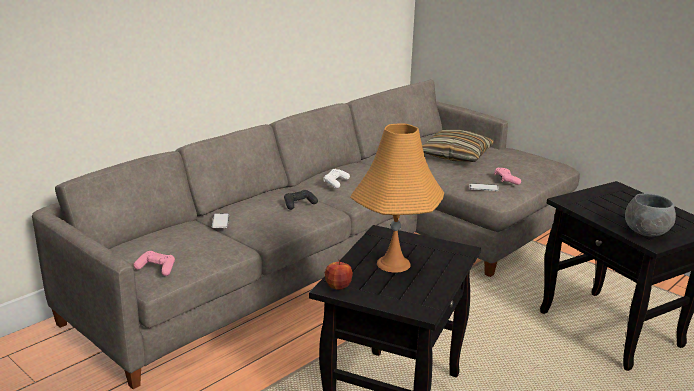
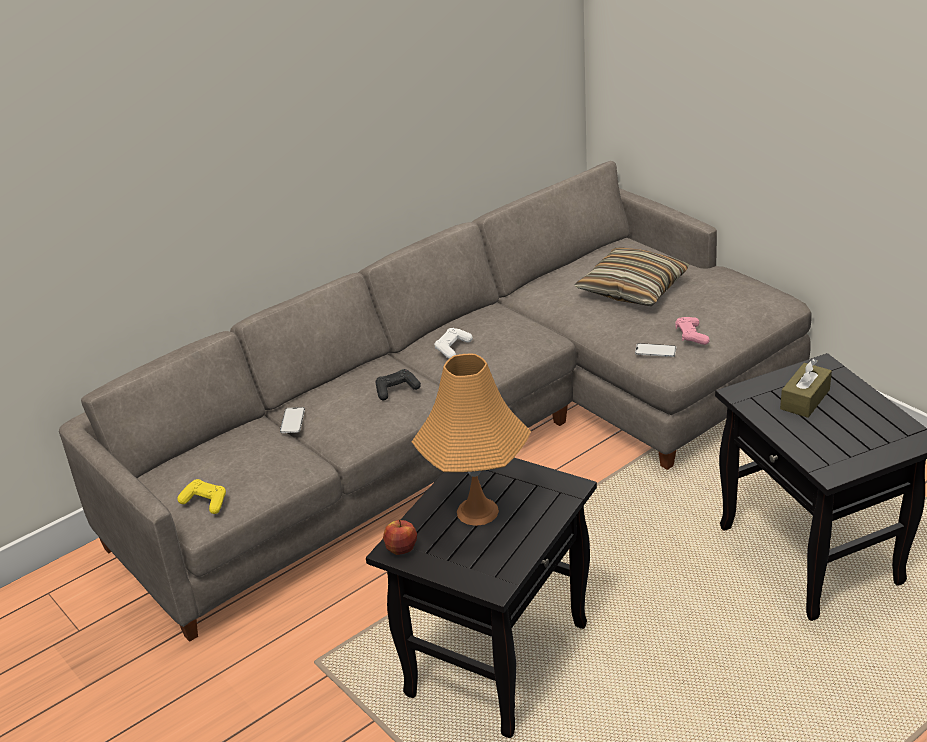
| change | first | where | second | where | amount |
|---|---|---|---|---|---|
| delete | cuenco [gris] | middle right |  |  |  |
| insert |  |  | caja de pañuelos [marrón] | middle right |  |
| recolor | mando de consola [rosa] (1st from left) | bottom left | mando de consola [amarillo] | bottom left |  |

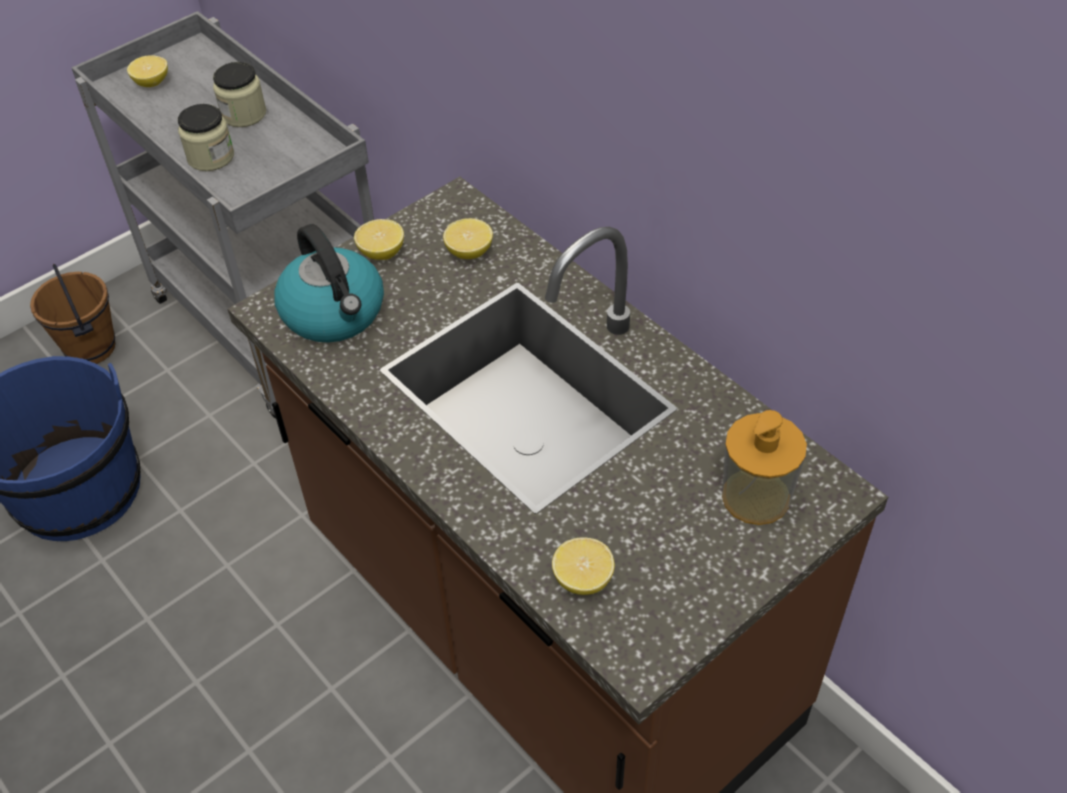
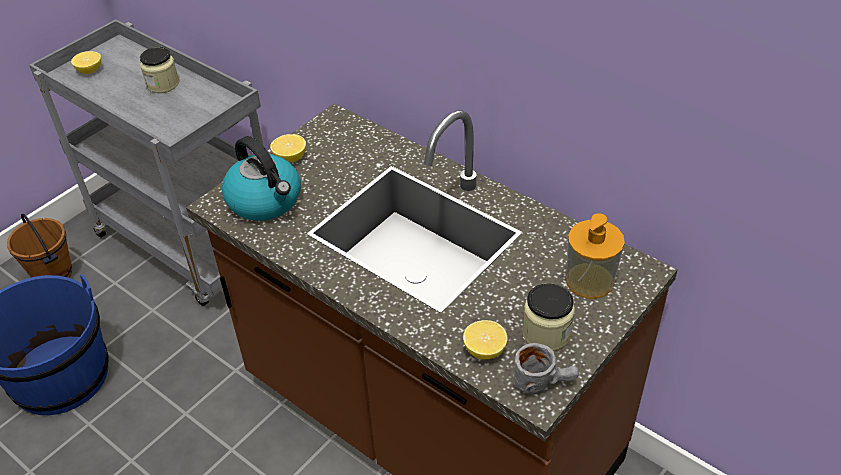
| change | first | where | second | where | amount |
|---|---|---|---|---|---|
| delete | limón (3rd from left) | top centre |  |  |  |
| insert |  |  | taza grande [gris] | bottom centre |  |
| move | tarro (1st from left in the first image) | top left | tarro (2nd from left) | bottom centre |  |

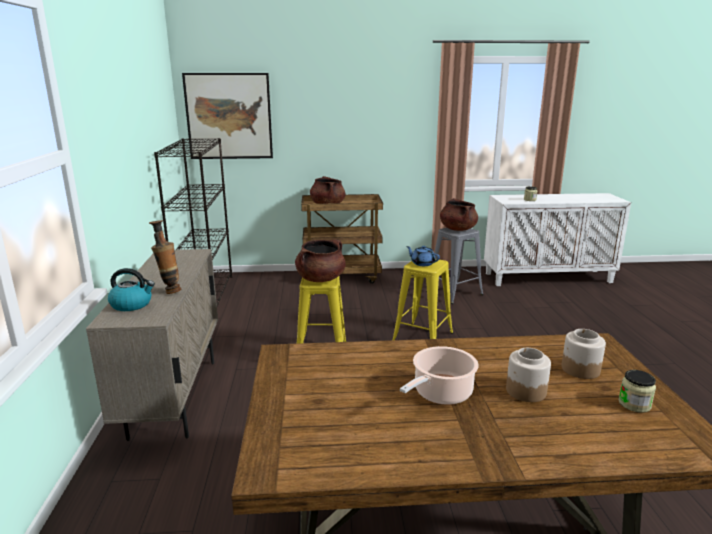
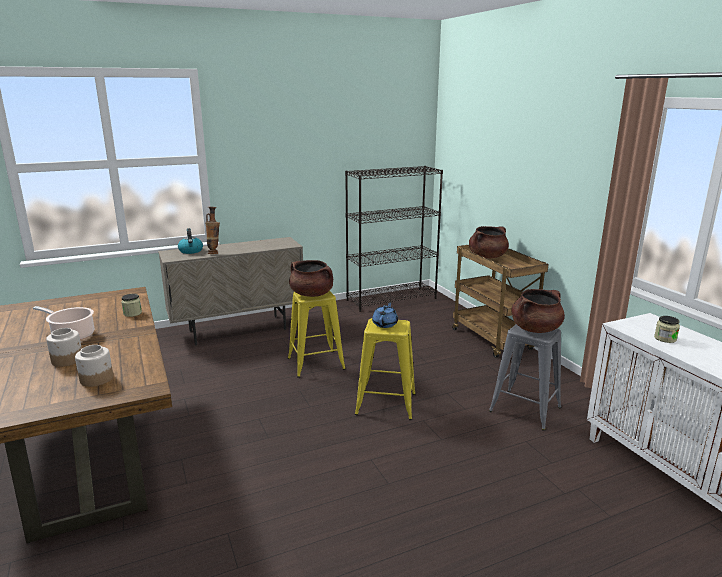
| change | first | where | second | where | amount |
|---|---|---|---|---|---|
| delete | cuadro | top left |  |  |  |
| move | tarro (4th from left in the first image) | bottom right | tarro (3rd from left) | middle left |  |

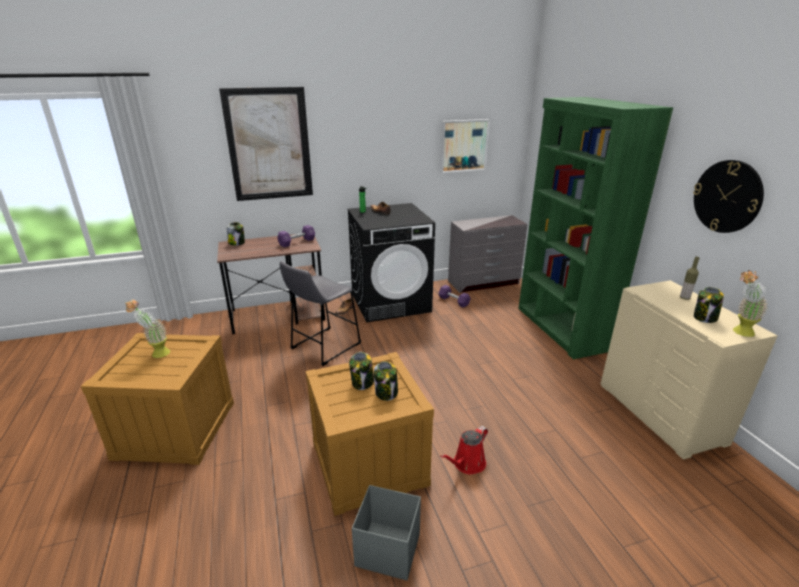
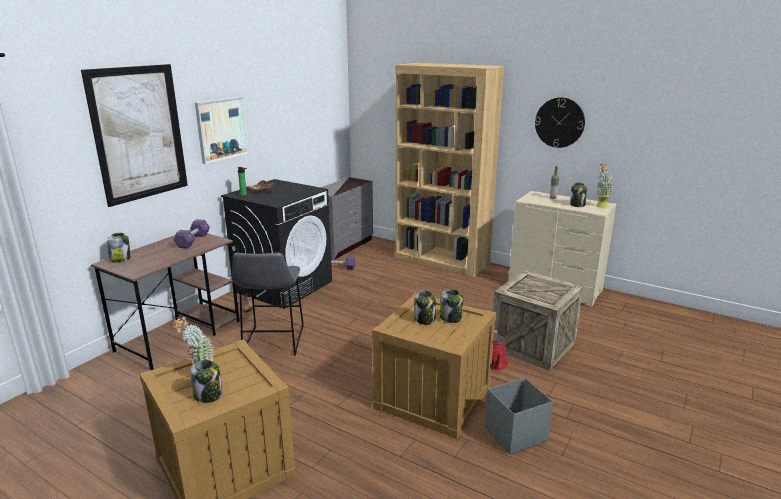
| change | first | where | second | where | amount |
|---|---|---|---|---|---|
| insert |  |  | tarro (2nd from left) | bottom left |  |
| insert |  |  | caja de embalaje (3rd from left) | middle right |  |
| move | cuadro (2nd from left) | top centre |  | top left |  |
| recolor | estantería [verde] | middle right | estantería [marrón] | centre |  |

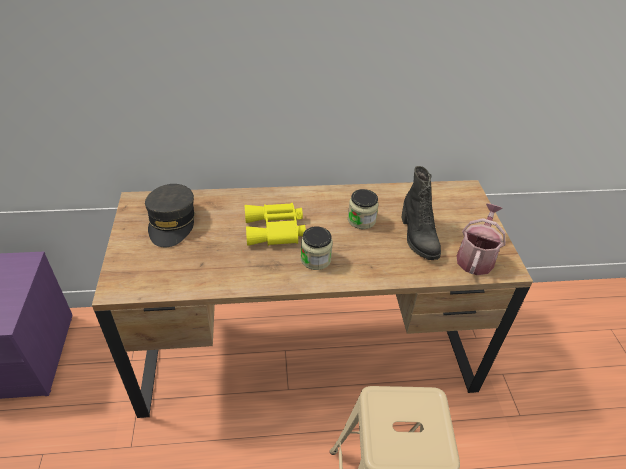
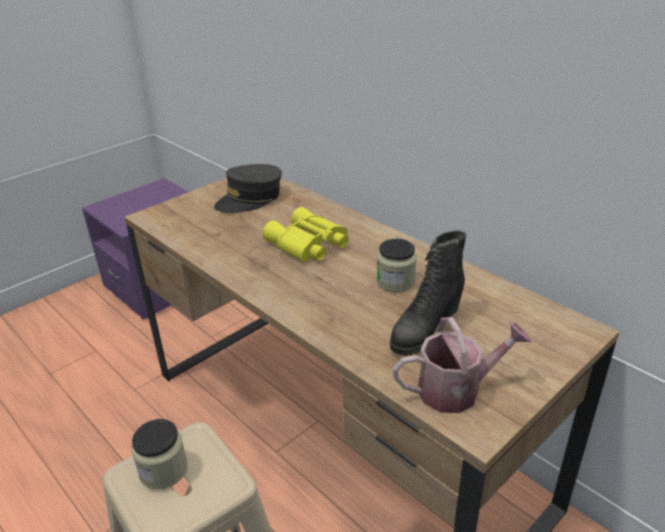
| change | first | where | second | where | amount |
|---|---|---|---|---|---|
| move | tarro (1st from left) | centre |  | bottom left |  |

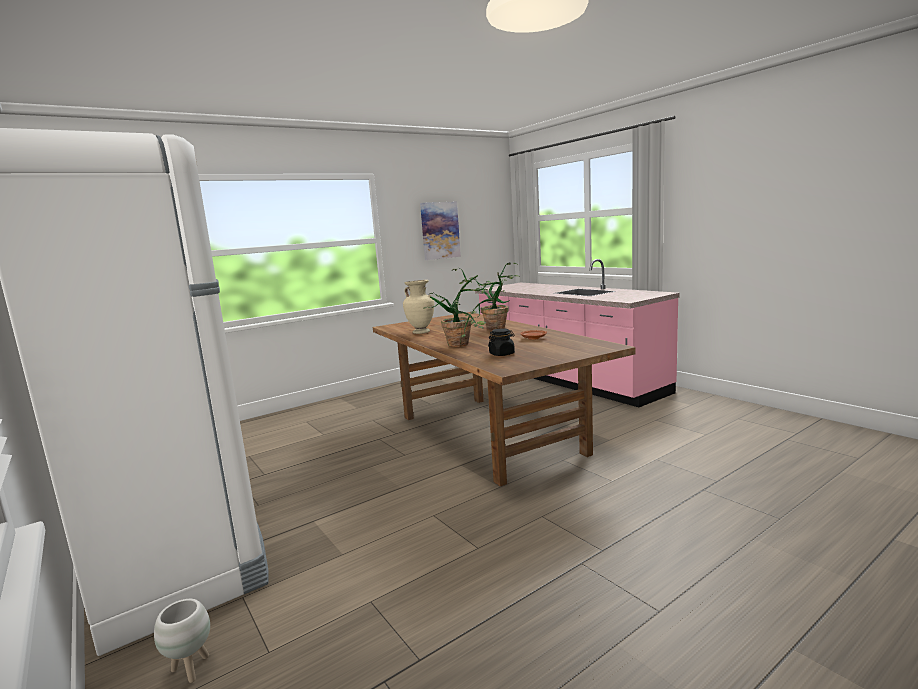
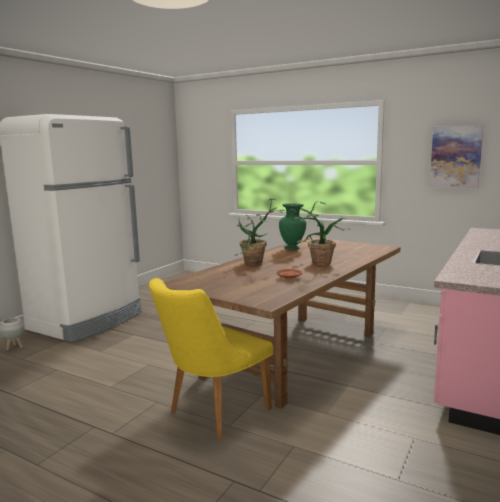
| change | first | where | second | where | amount |
|---|---|---|---|---|---|
| delete | tarro [negro] | centre |  |  |  |
| insert |  |  | silla [amarillo] | bottom centre |  |
| recolor | florero [beis] | centre | florero [verde] | centre |  |

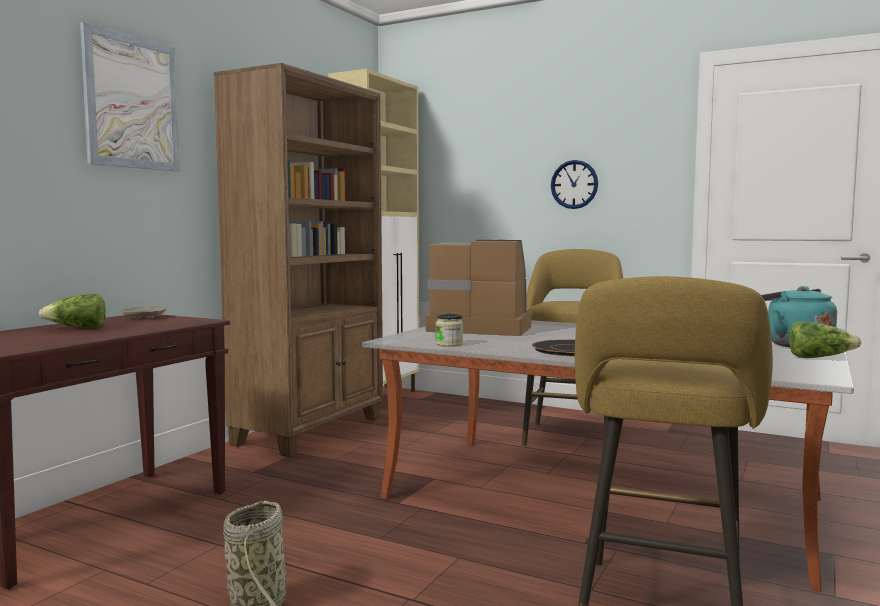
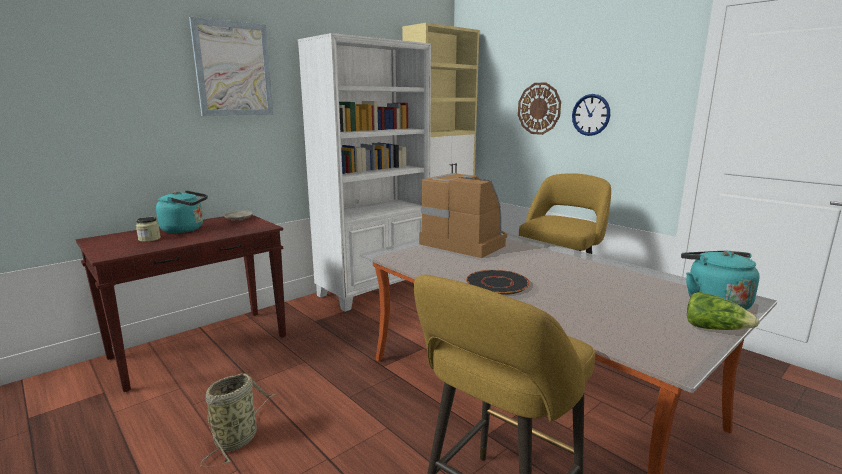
| change | first | where | second | where | amount |
|---|---|---|---|---|---|
| insert |  |  | reloj de pared (1st from left) | top centre |  |
| move | tarro | centre |  | middle left |  |
| replace | lechuga (1st from left) | middle left | hervidor [turquesa] (1st from left) | middle left |  |
| recolor | estantería [marrón] | centre | estantería [blanco] | centre |  |

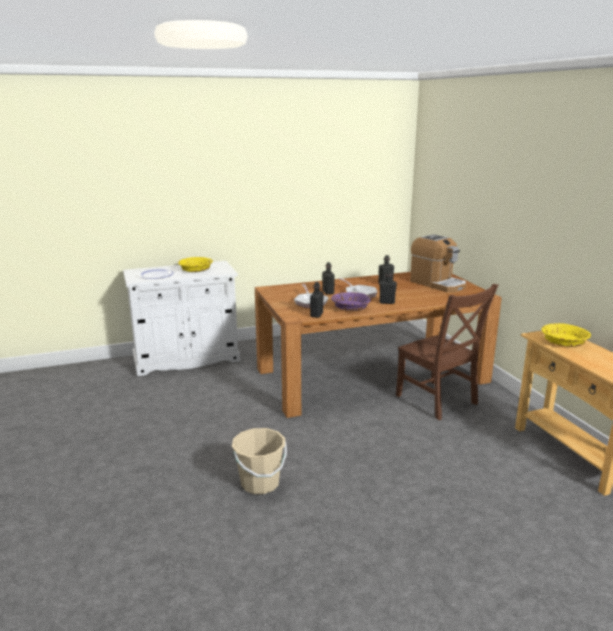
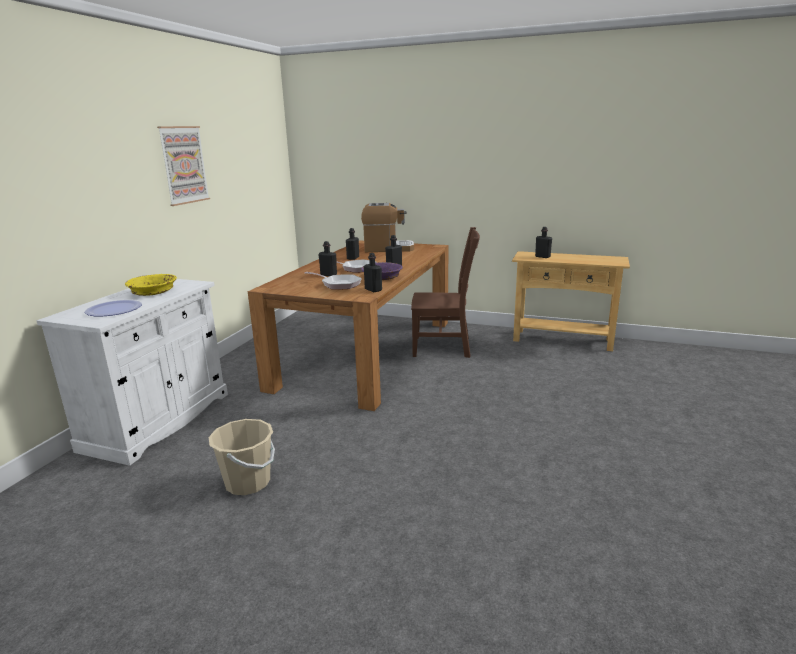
| change | first | where | second | where | amount |
|---|---|---|---|---|---|
| insert |  |  | cuadro | top left |  |
| move | cubo [beis] | bottom centre |  | bottom left |  |
| replace | cuenco [amarillo] (2nd from left) | middle right | botella [negro] (5th from left) | middle right |  |

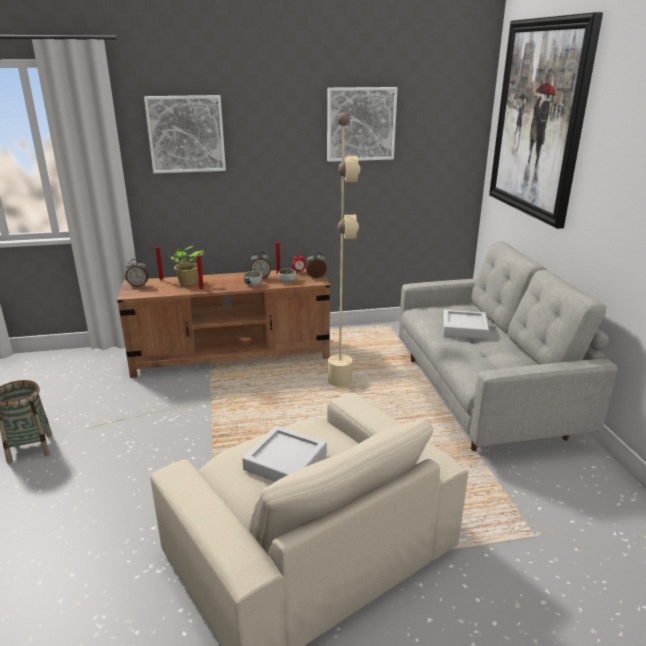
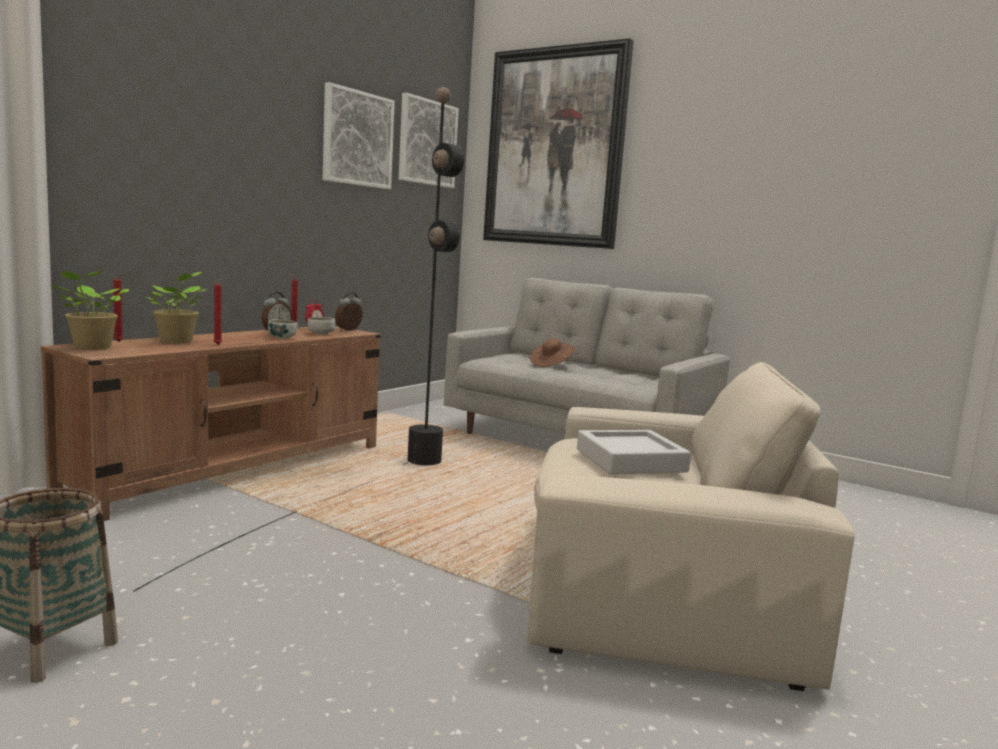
| change | first | where | second | where | amount |
|---|---|---|---|---|---|
| move | cuadro (1st from left in the first image) | top left | cuadro (2nd from left) | top centre |  |
| replace | despertador (1st from left) | middle left | planta en maceta (1st from left) | middle left |  |
| replace | bandeja [gris] (2nd from left) | middle right | sombrero [marrón] | centre |  |
| recolor | lámpara de pie [beis] | centre | lámpara de pie [negro] | middle left |  |

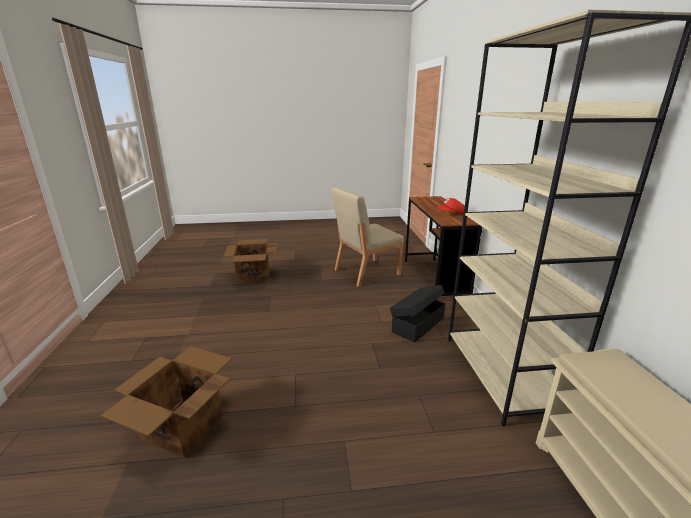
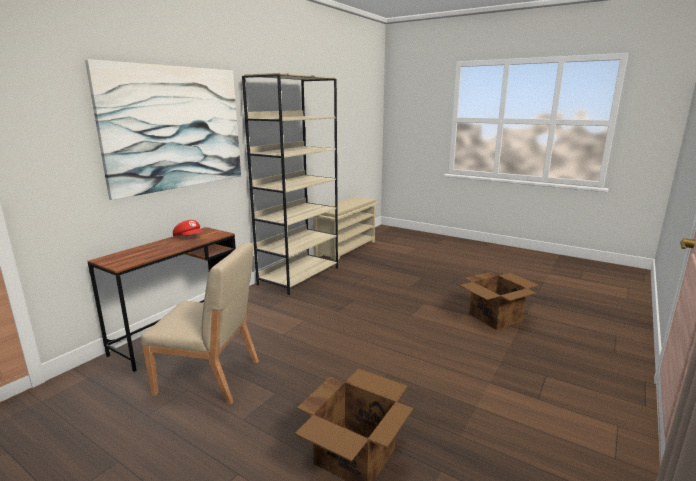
| change | first | where | second | where | amount |
|---|---|---|---|---|---|
| delete | caja de almacenaje [negro] | centre |  |  |  |
| insert |  |  | cuadro | top left |  |

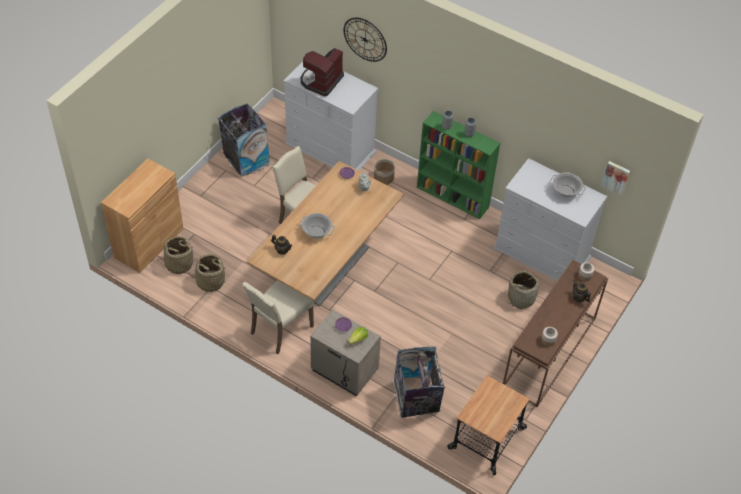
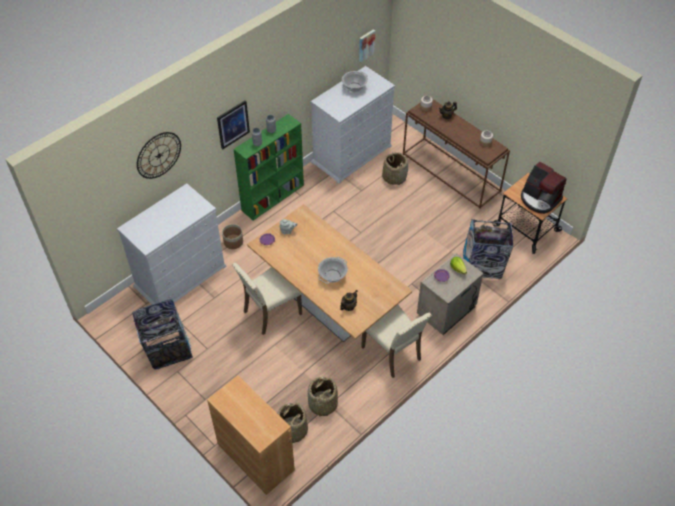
| change | first | where | second | where | amount |
|---|---|---|---|---|---|
| insert |  |  | cuadro (1st from left) | top centre |  |
| move | cafetera | top centre |  | middle right |  |

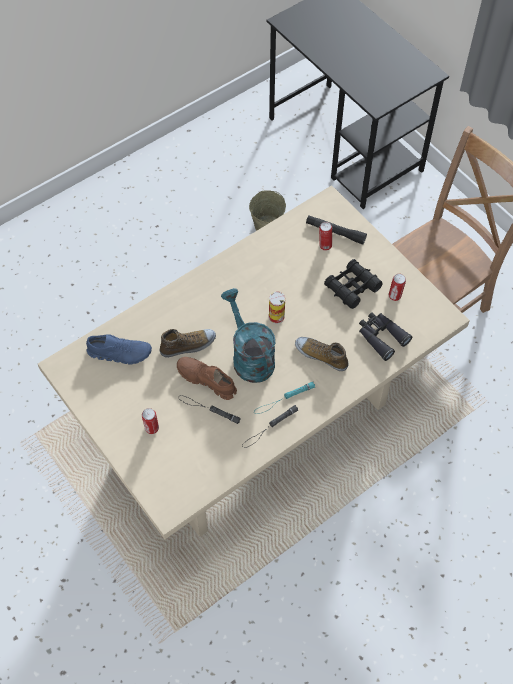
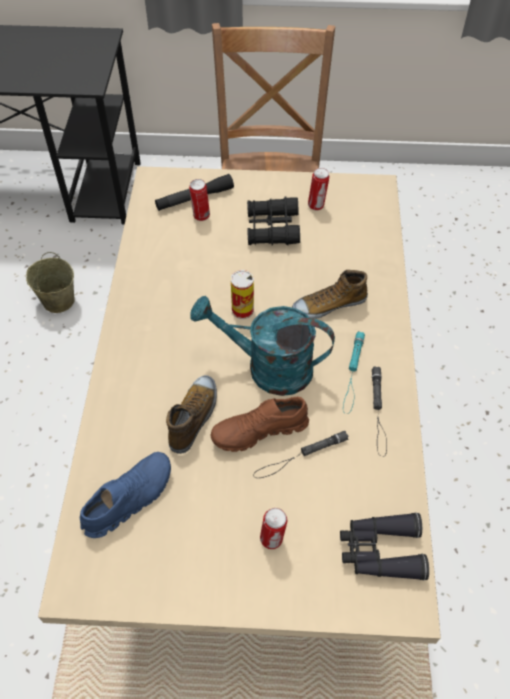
| change | first | where | second | where | amount |
|---|---|---|---|---|---|
| move | prismáticos [negro] (2nd from left) | middle right |  | bottom right |  |

